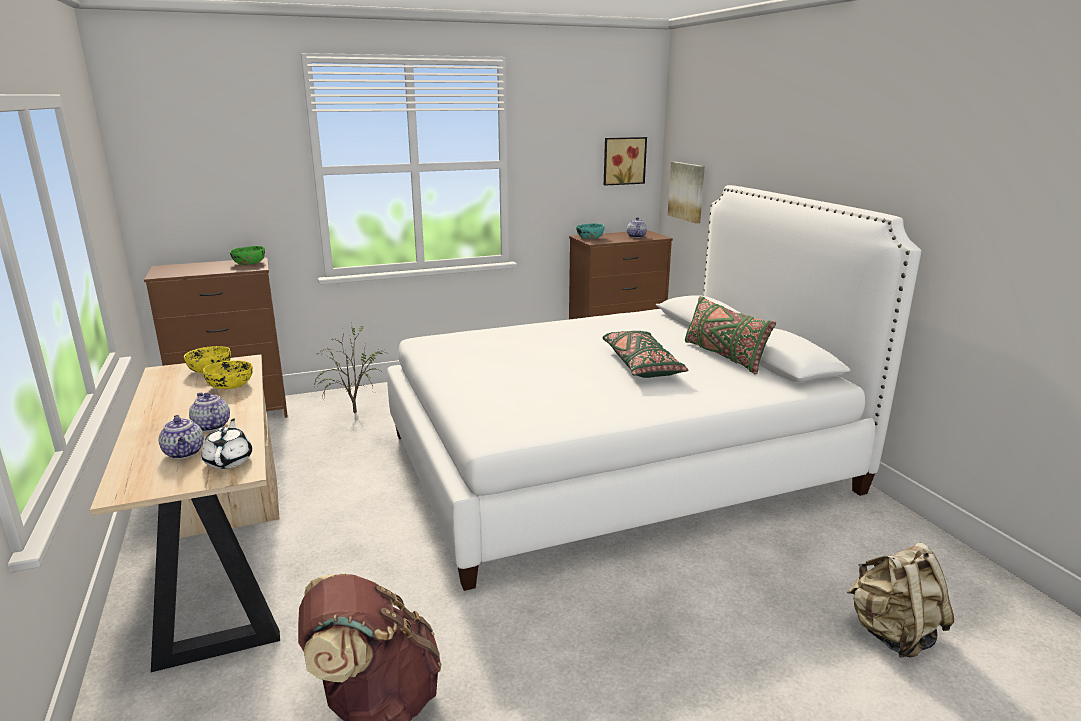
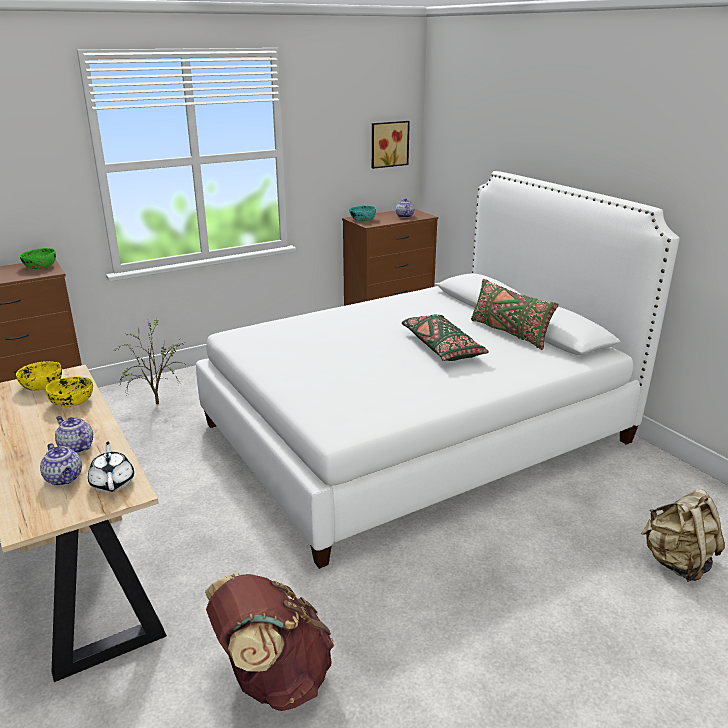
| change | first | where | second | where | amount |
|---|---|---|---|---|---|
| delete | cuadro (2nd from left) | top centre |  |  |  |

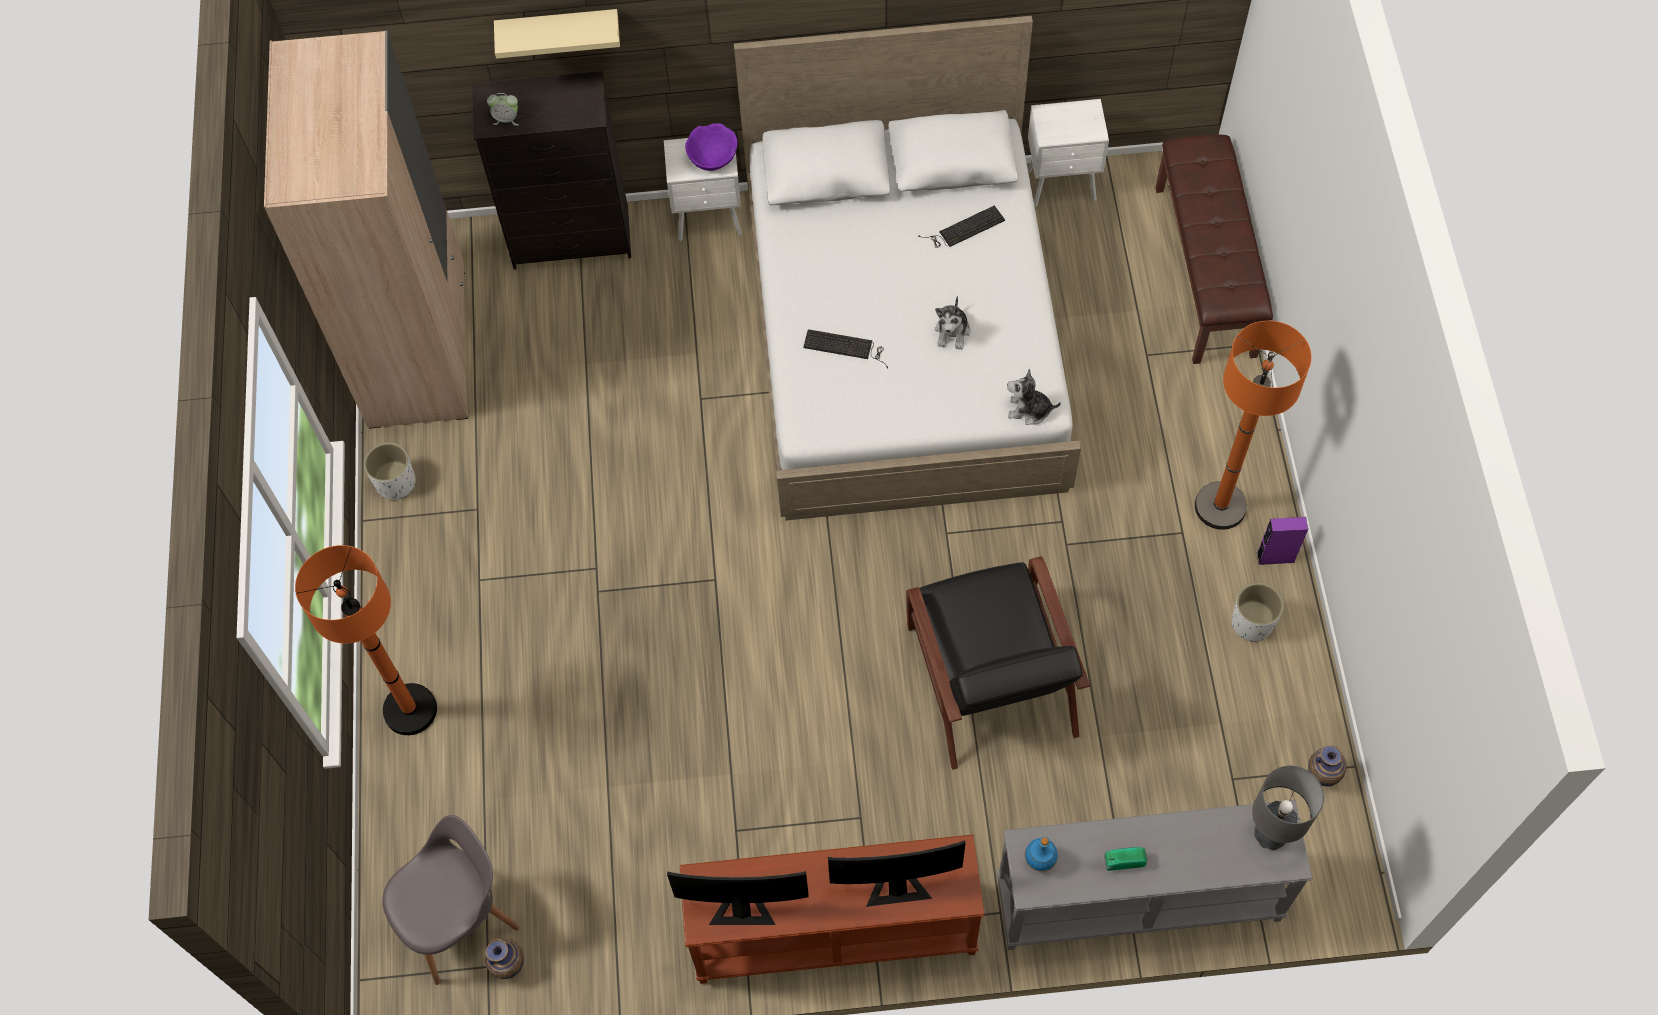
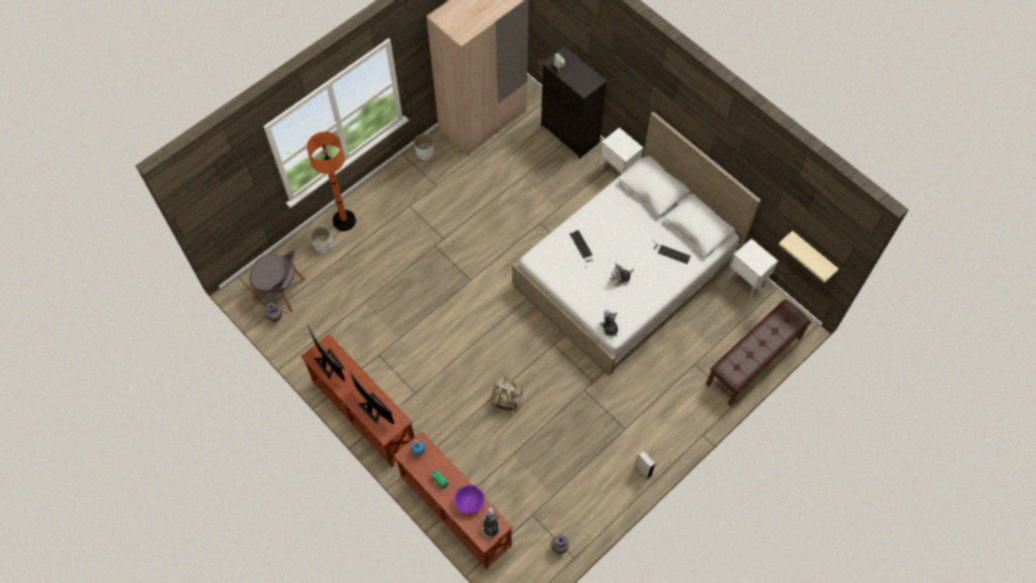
| change | first | where | second | where | amount |
|---|---|---|---|---|---|
| delete | lámpara de pie [naranja] (2nd from left) | middle right |  |  |  |
| move | estante [beis] | top centre |  | middle right |  |
| move | cuenco [morado] | top centre |  | bottom centre |  |
| move | maceta [blanco] (2nd from left in the first image) | middle right | maceta [blanco] (1st from left) | middle left |  |
| replace | sillón [negro] | centre | mochila [beis] | bottom centre |  |
| replace | lámpara de mesa [gris] | bottom right | peluche (1st from left) | bottom centre |  |
| recolor | mesa consola [gris] | bottom right | mesa consola [marrón] (2nd from left) | bottom centre |  |
| recolor | altavoz [morado] | middle right | altavoz [gris] | bottom centre |  |

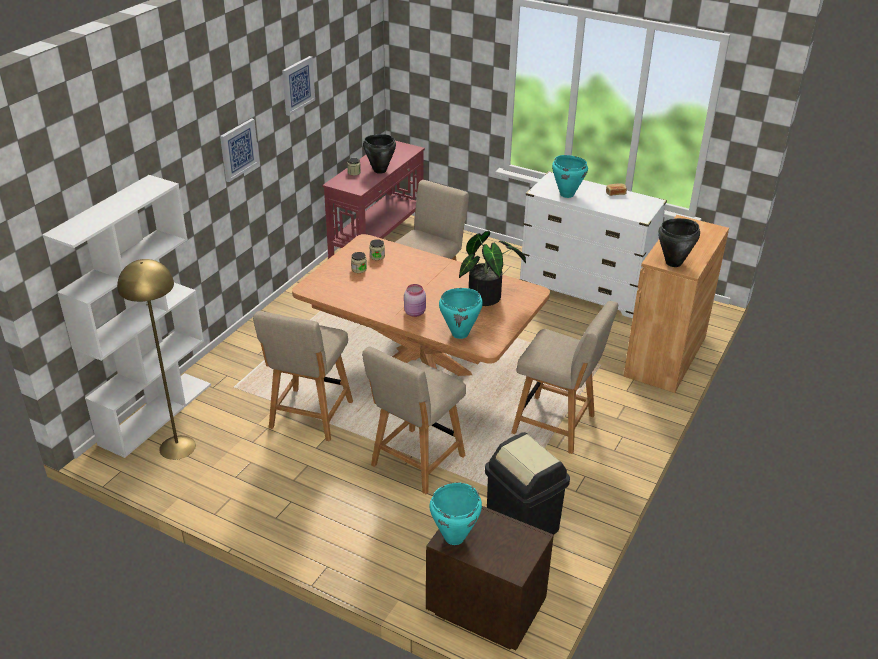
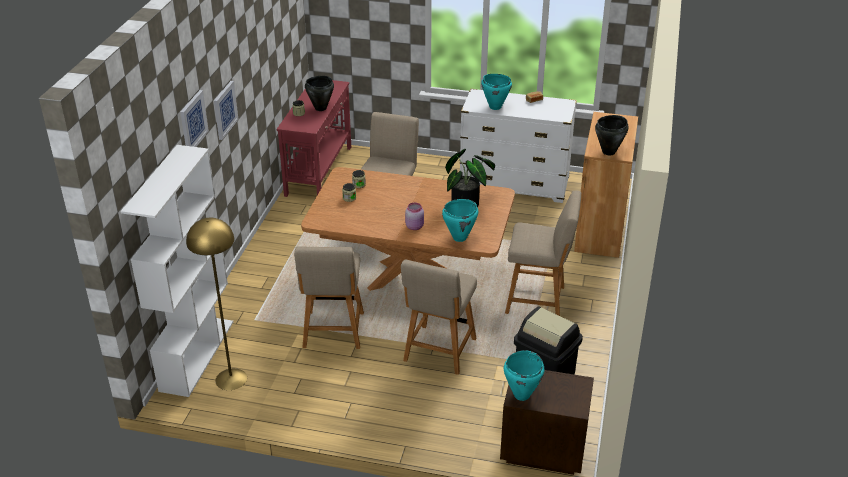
| change | first | where | second | where | amount |
|---|---|---|---|---|---|
| move | cuadro (2nd from left in the first image) | top centre | cuadro (1st from left) | top left |  |

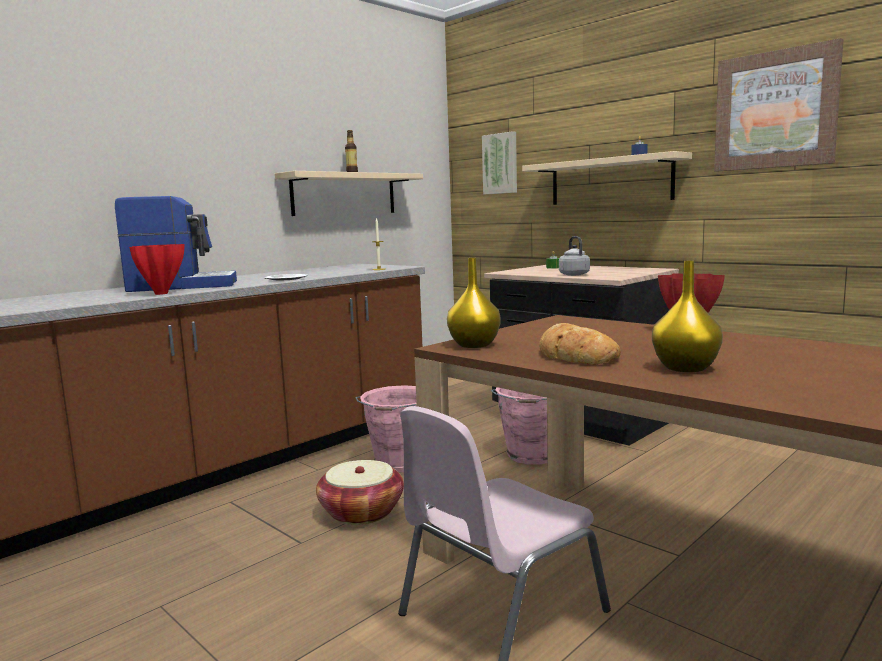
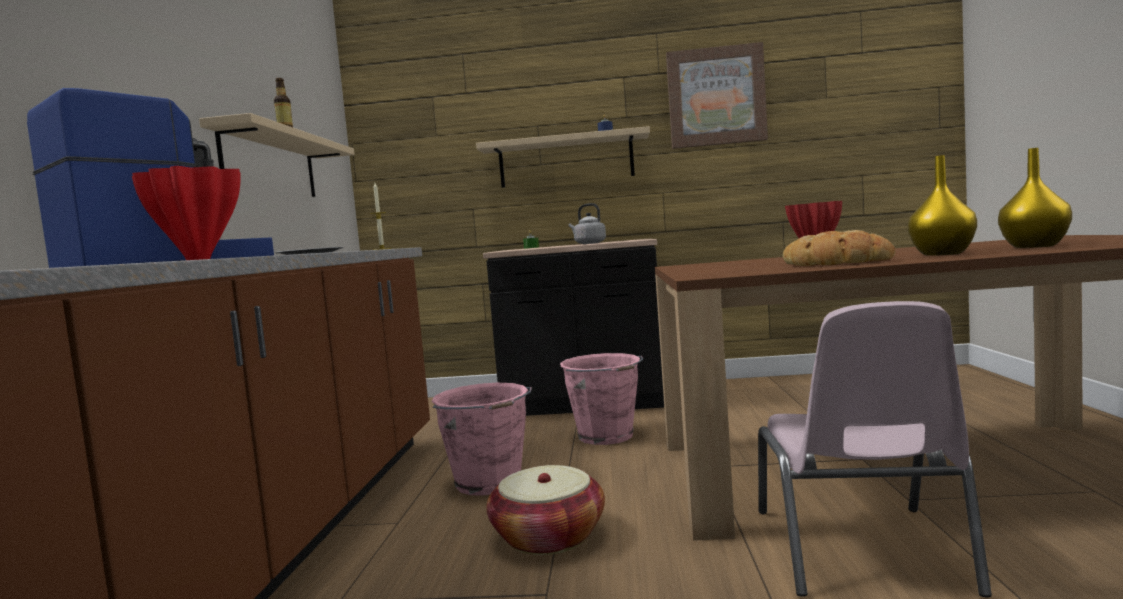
| change | first | where | second | where | amount |
|---|---|---|---|---|---|
| delete | cuadro (1st from left) | top centre |  |  |  |
| move | florero [amarillo] (1st from left in the first image) | centre | florero [amarillo] (2nd from left) | top right |  |

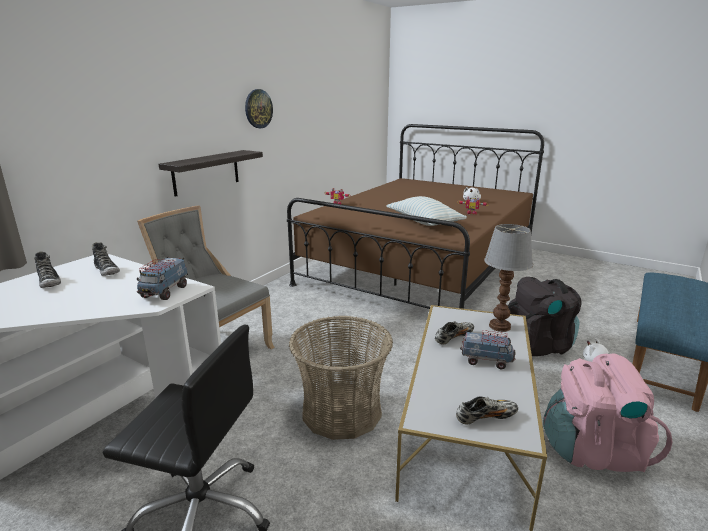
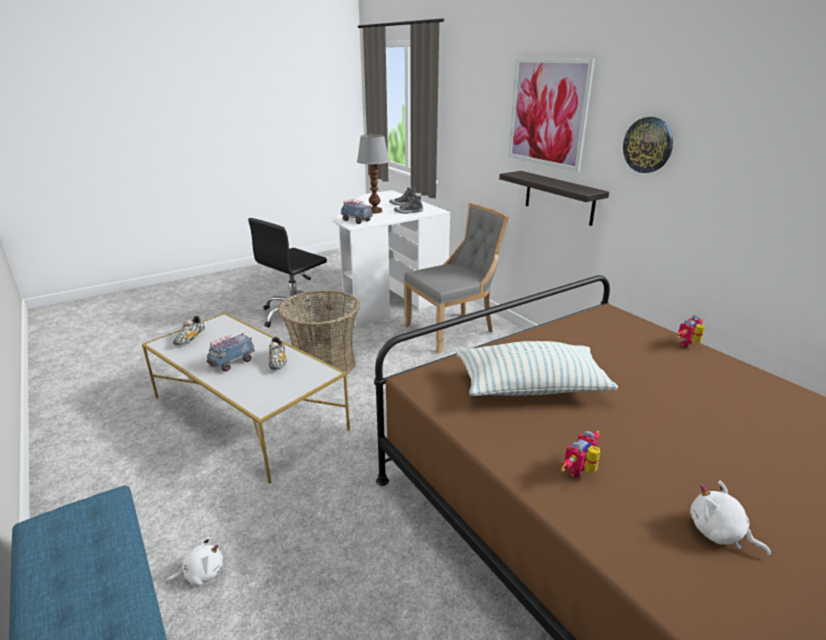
| change | first | where | second | where | amount |
|---|---|---|---|---|---|
| delete | mochila [negro] | middle right |  |  |  |
| delete | mochila [rosa] | bottom right |  |  |  |
| insert |  |  | cuadro | top right |  |
| move | lámpara de mesa | middle right |  | top centre |  |

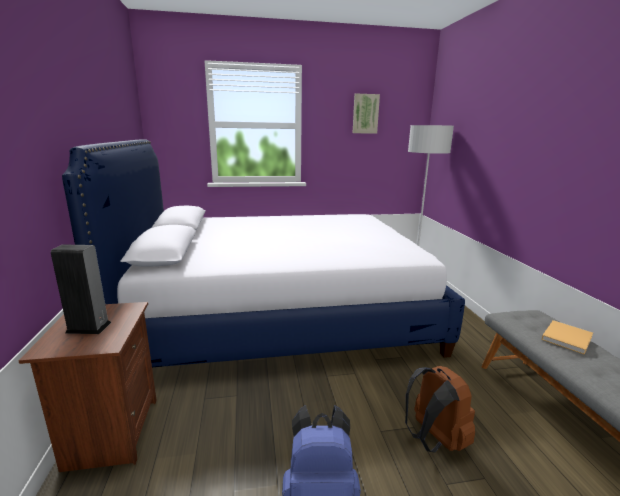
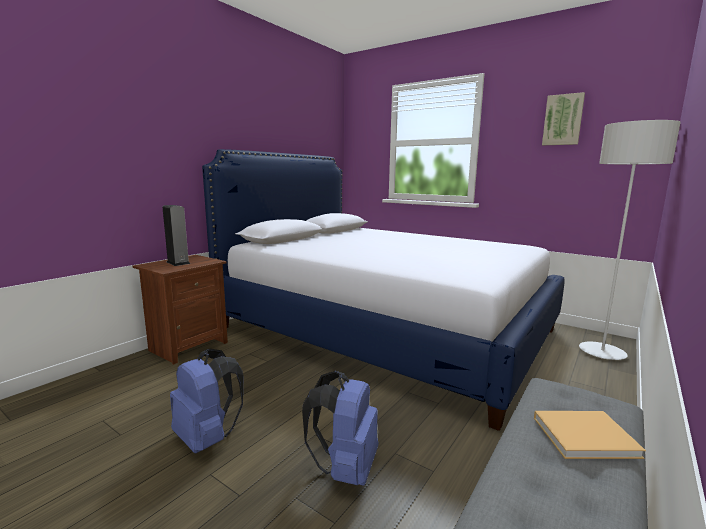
| change | first | where | second | where | amount |
|---|---|---|---|---|---|
| recolor | mochila [marrón] | bottom right | mochila [azul] (2nd from left) | bottom centre |  |

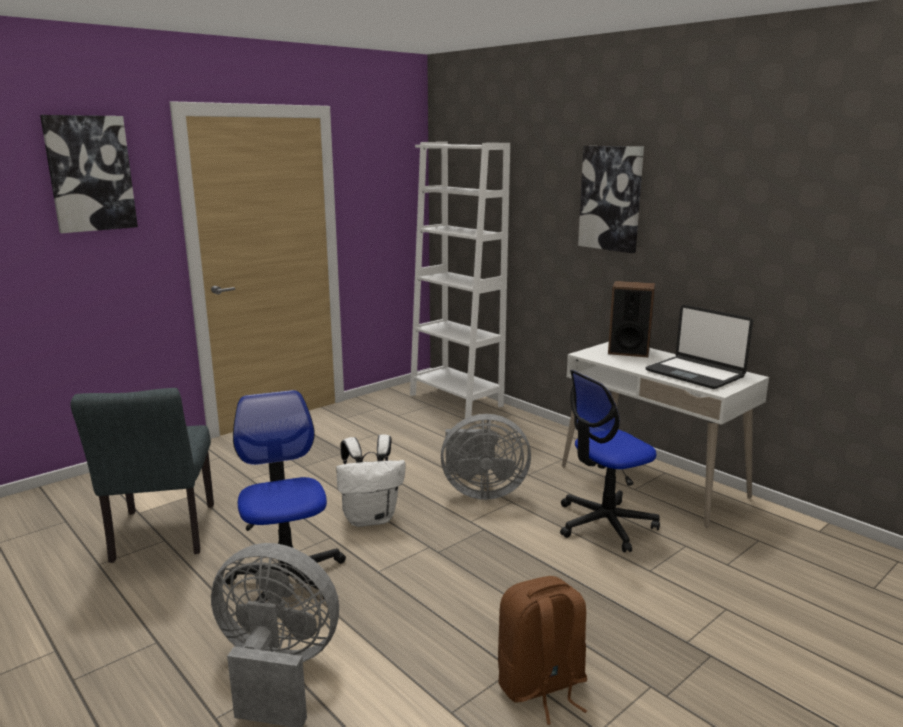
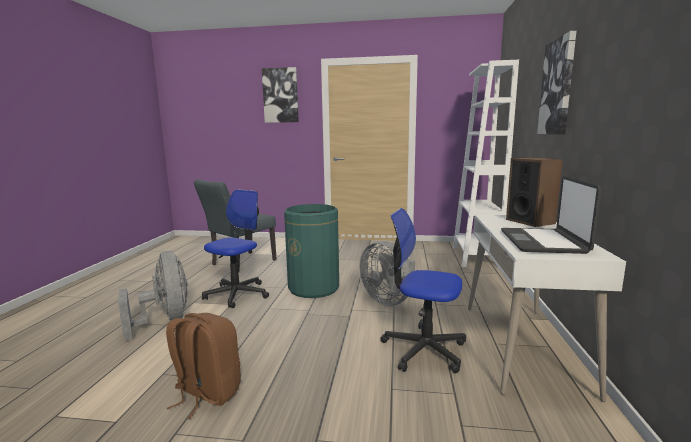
| change | first | where | second | where | amount |
|---|---|---|---|---|---|
| replace | mochila [blanco] | centre | papelera [verde] | centre |  |

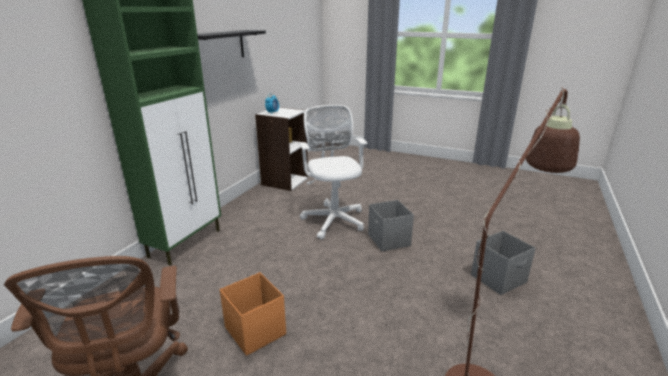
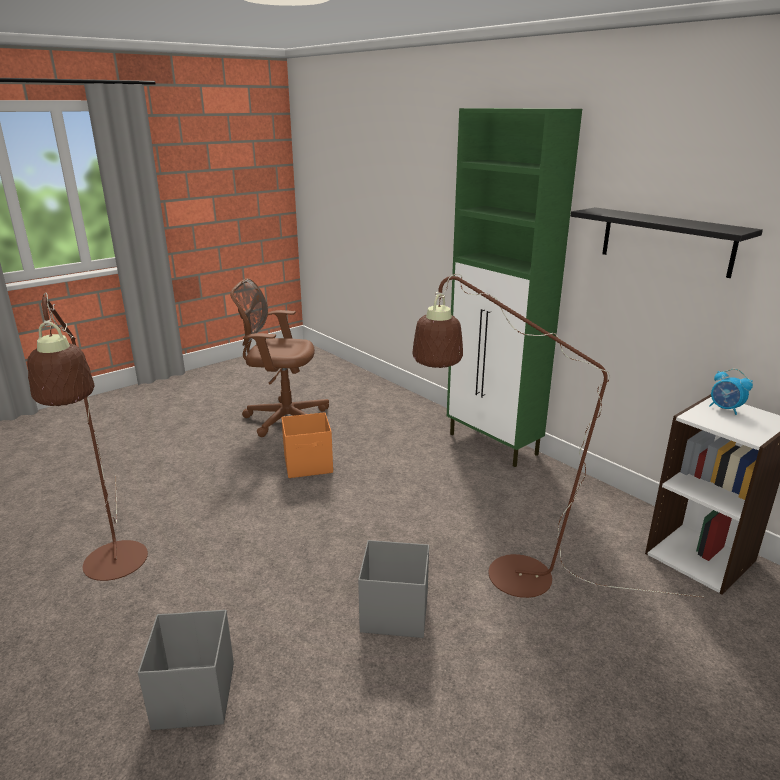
| change | first | where | second | where | amount |
|---|---|---|---|---|---|
| replace | silla de oficina [blanco] | centre | lámpara de pie [marrón] (2nd from left) | middle right |  |

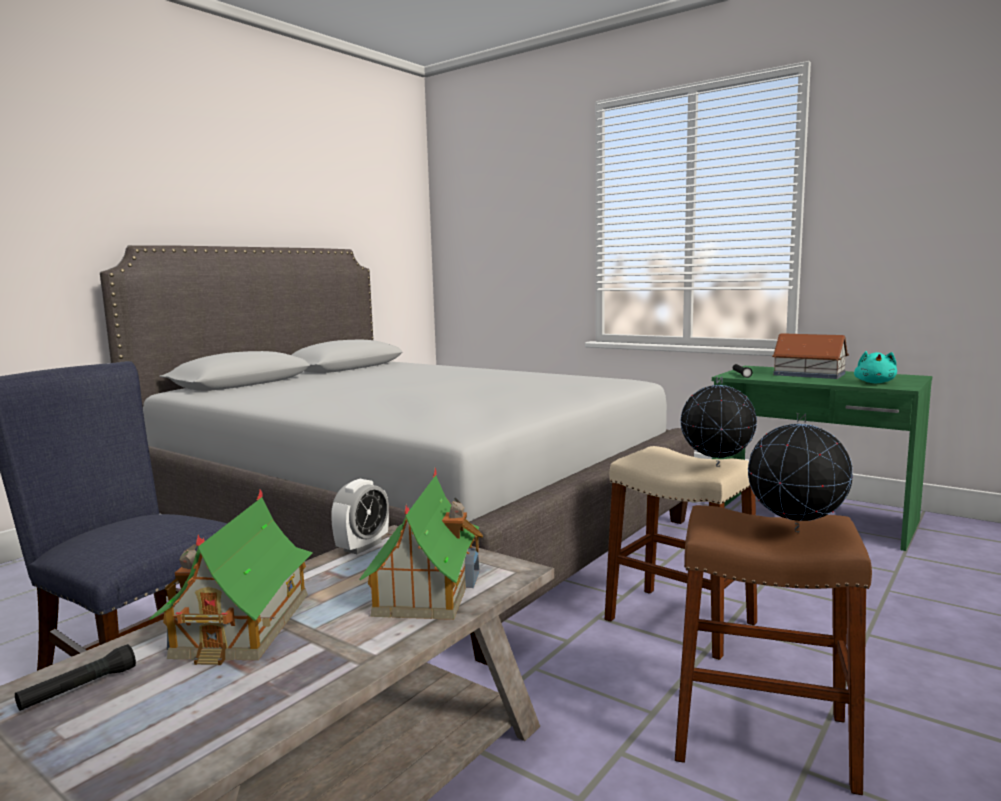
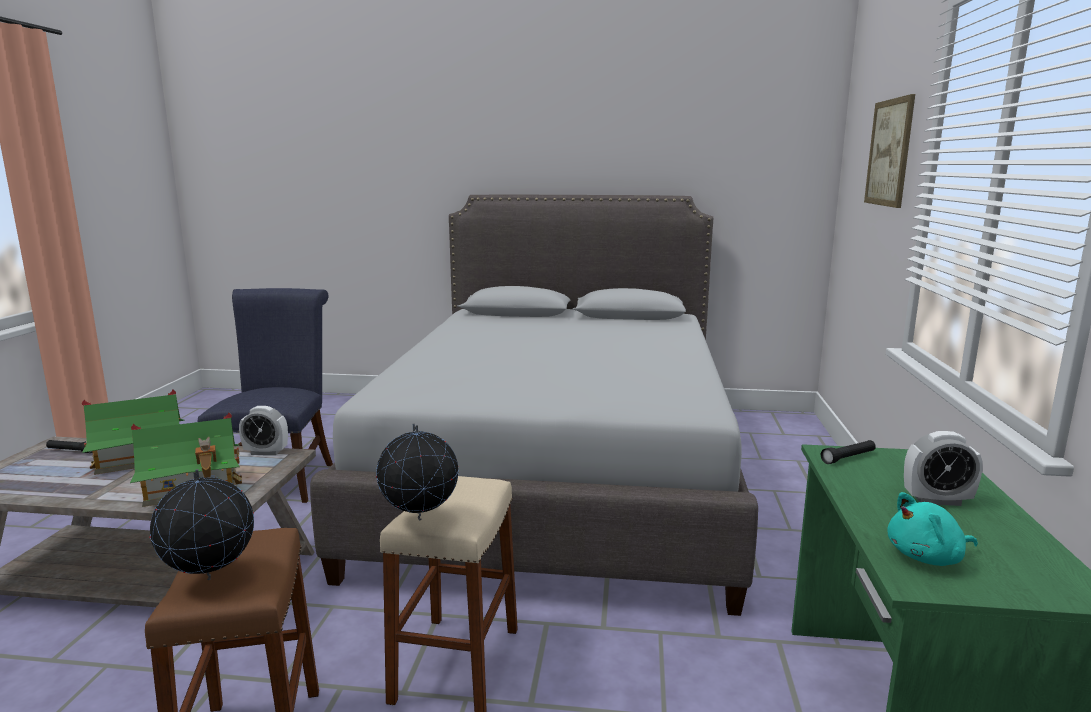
| change | first | where | second | where | amount |
|---|---|---|---|---|---|
| insert |  |  | cuadro | top right |  |
| replace | casita (3rd from left) | middle right | despertador (2nd from left) | middle right |  |

